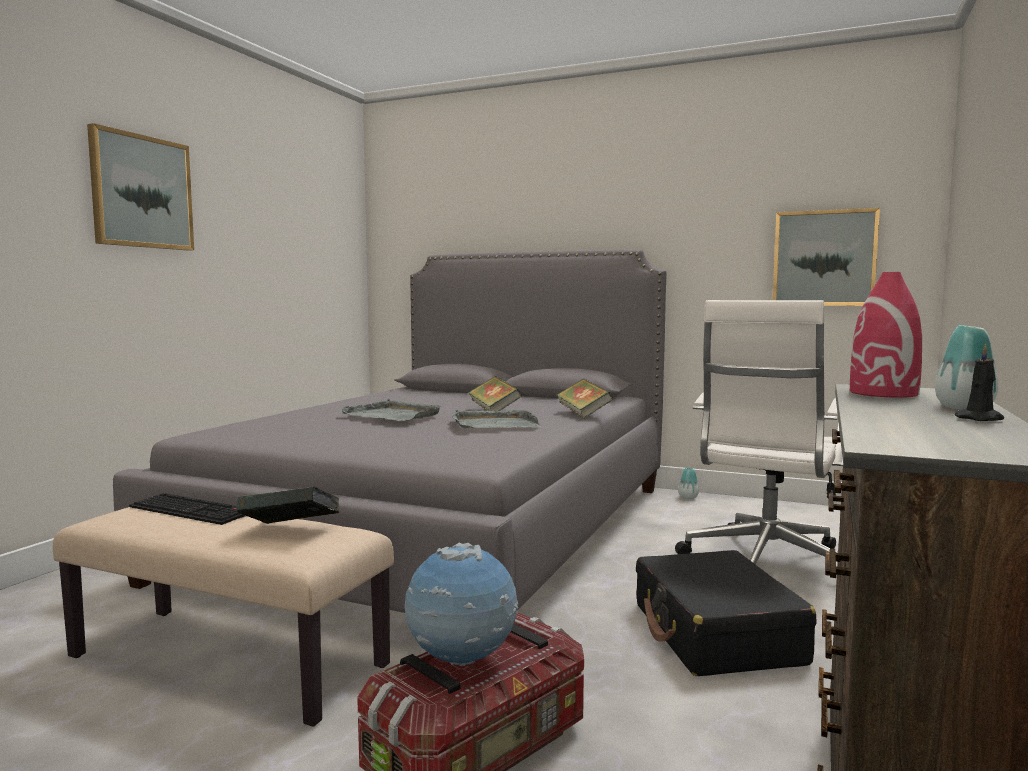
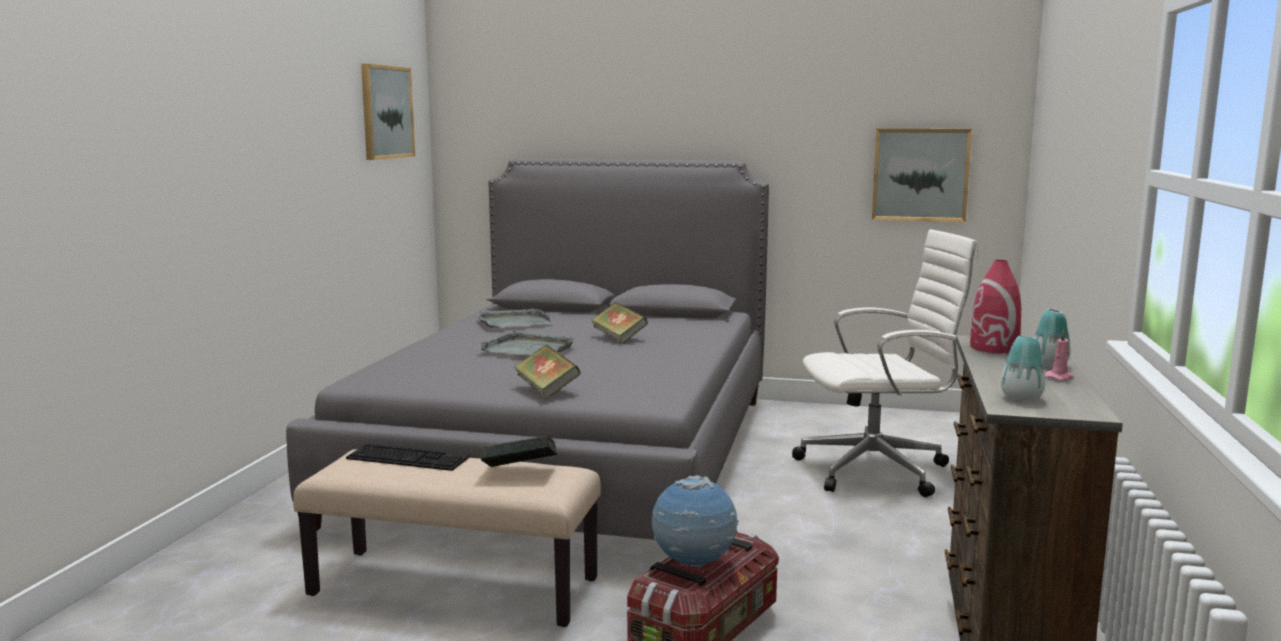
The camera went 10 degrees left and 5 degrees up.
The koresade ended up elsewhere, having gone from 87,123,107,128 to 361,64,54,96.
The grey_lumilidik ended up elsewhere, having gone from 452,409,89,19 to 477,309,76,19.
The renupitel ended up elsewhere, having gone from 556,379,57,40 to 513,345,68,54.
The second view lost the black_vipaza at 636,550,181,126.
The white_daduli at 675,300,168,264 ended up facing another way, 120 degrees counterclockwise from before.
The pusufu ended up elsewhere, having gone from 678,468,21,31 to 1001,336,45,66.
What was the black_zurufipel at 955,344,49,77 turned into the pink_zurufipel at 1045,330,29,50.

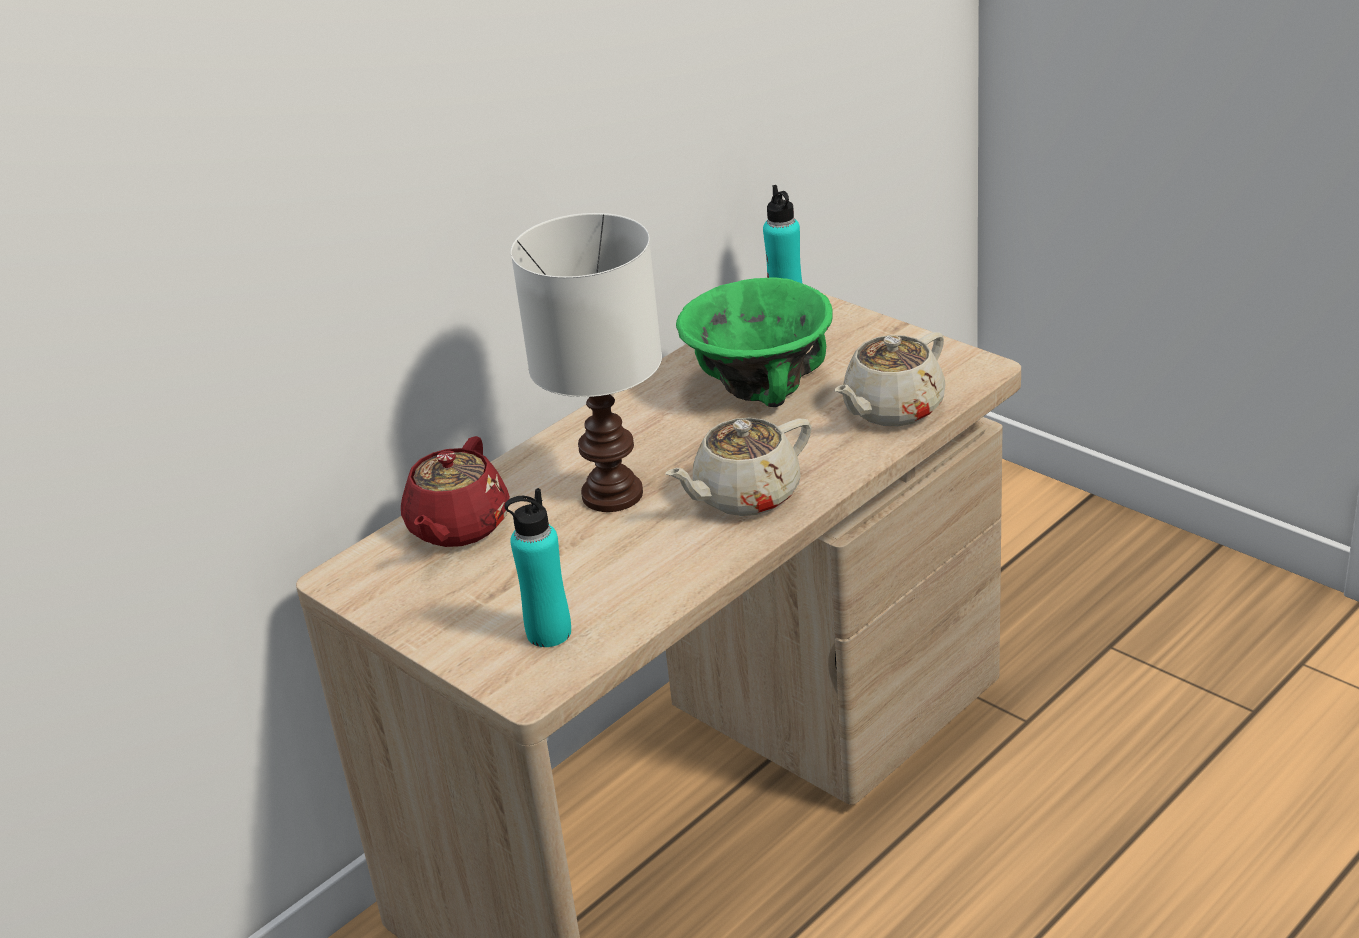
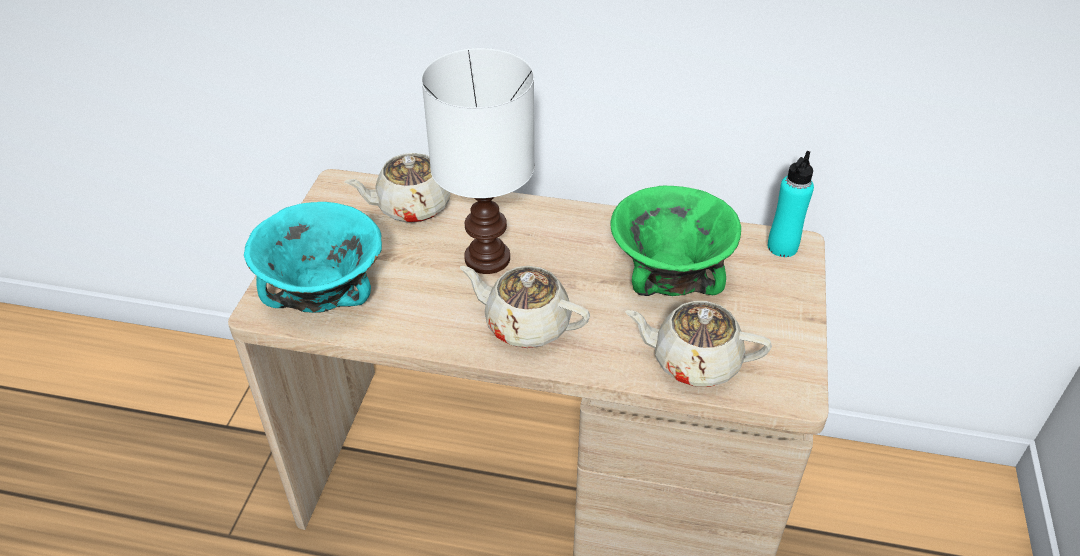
The camera went 55 degrees right and 10 degrees up.
What was the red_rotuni at 401,436,109,111 turned into the beige_rotuni at 344,153,107,70.
Where the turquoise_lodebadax stood at 505,488,66,159, the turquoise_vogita came to stand at 244,202,138,111.

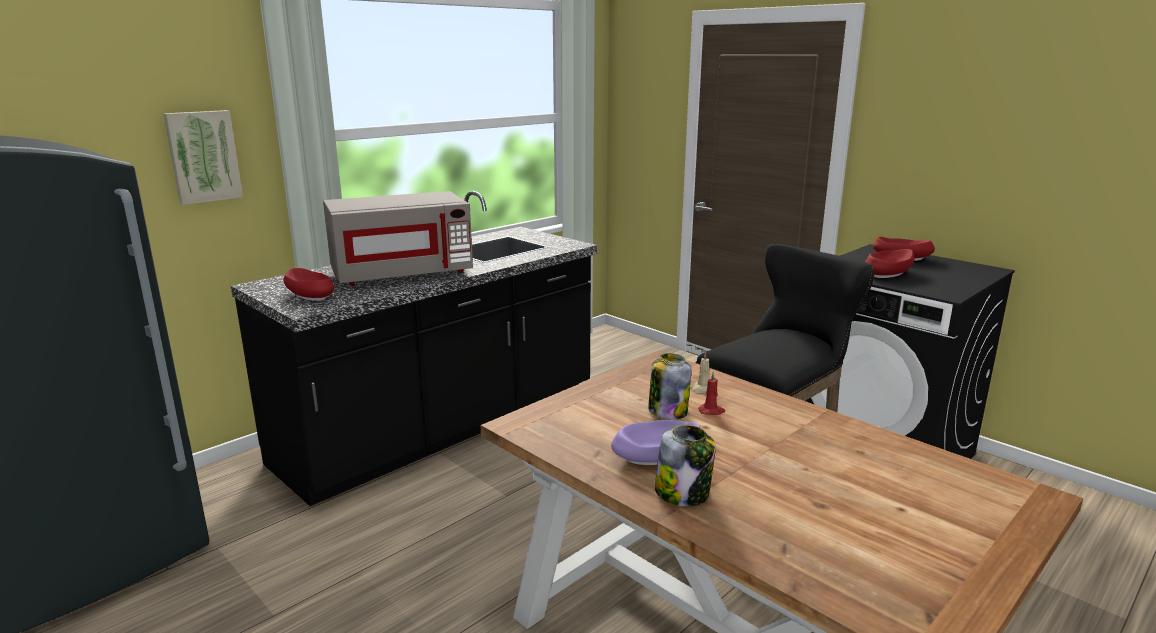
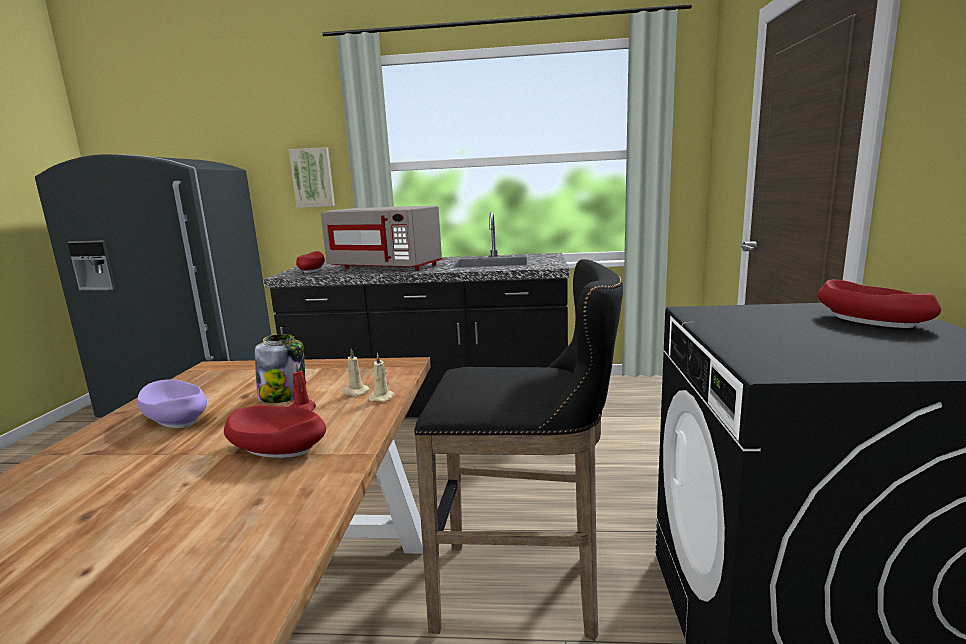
The camera went 50 degrees right and 5 degrees down.
The second view lost the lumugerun at 655,425,61,81.
The red_vogita ended up elsewhere, having gone from 865,249,49,29 to 224,405,102,53.
The second view gained the beige_zurufipel at 368,353,26,49.

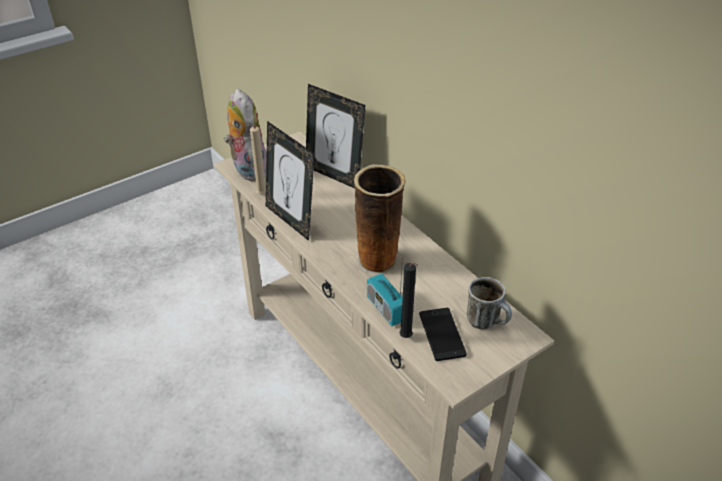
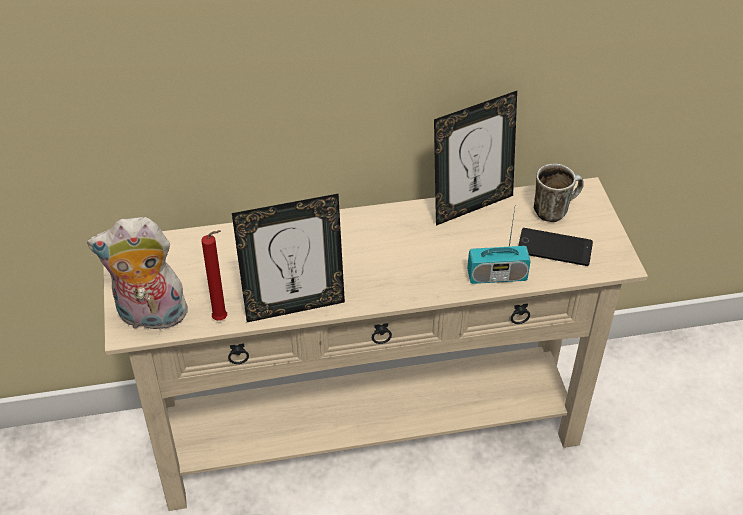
The camera went 65 degrees left and 5 degrees up.
What was the beige_zurufipel at 250,125,16,70 turned into the red_zurufipel at 202,230,25,91.
The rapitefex ended up elsewhere, having gone from 306,84,59,104 to 434,91,83,134.
The second view lost the pusufu at 354,164,51,111.
The second view lost the black_zurufipel at 399,263,19,75.

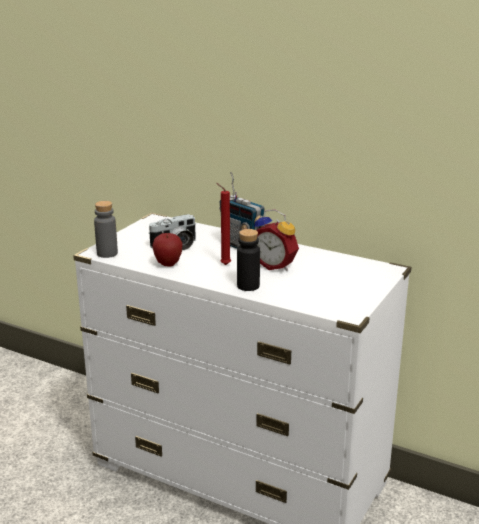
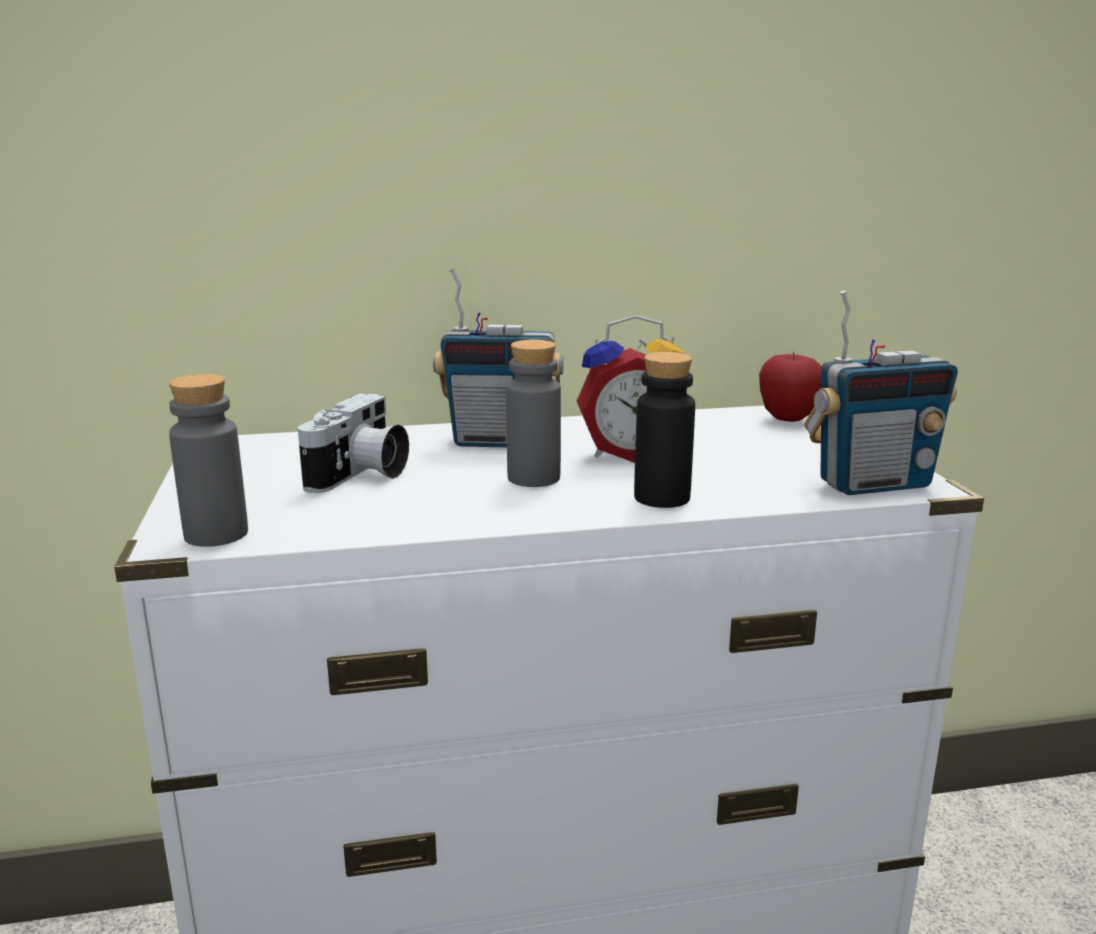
The camera went 40 degrees left and 5 degrees down.
The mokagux ended up elsewhere, having gone from 152,233,31,33 to 759,352,62,70.
Where the red_zurufipel stood at 217,183,14,82, the grey_lodebadax came to stand at 506,340,55,147.
The second view gained the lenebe at 804,290,154,205.

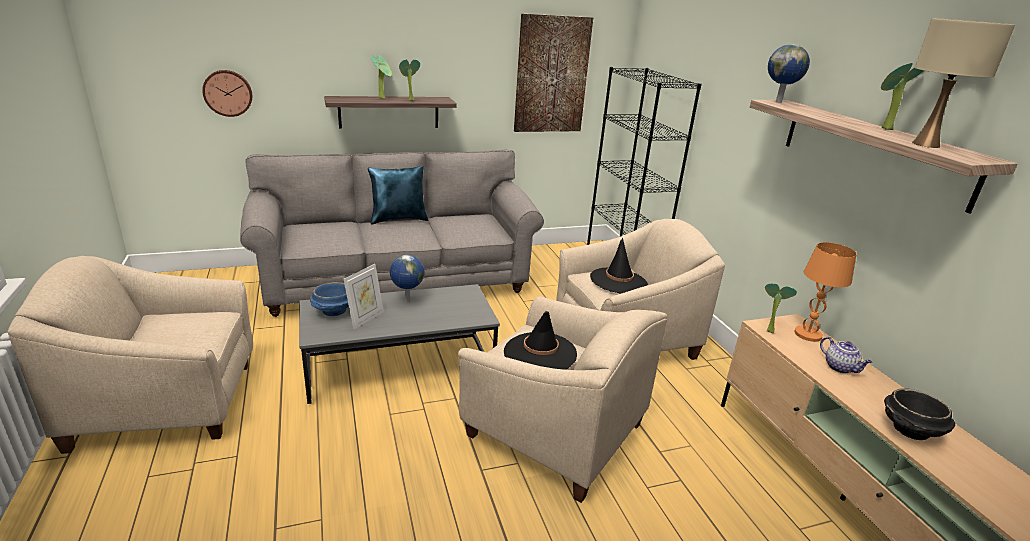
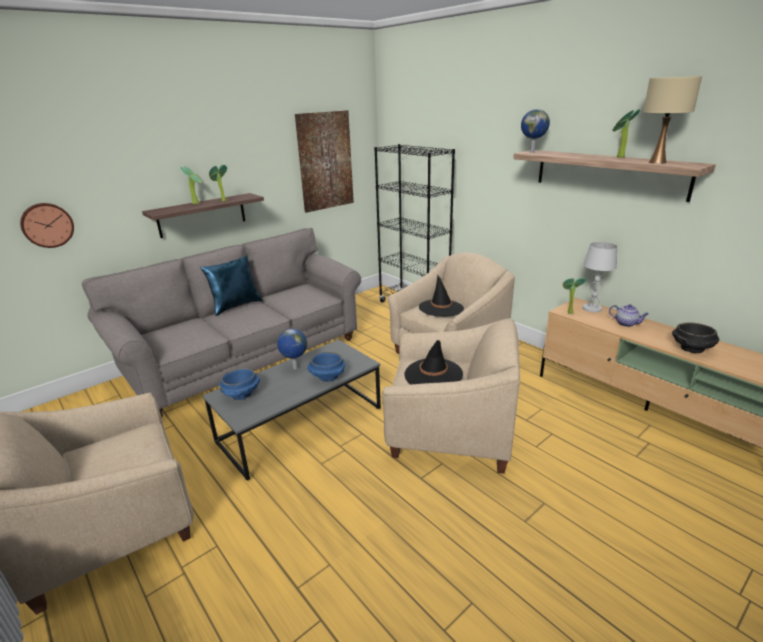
The camera went 20 degrees left and 0 degrees up.
The second view lost the rapitefex at 344,264,40,66.
What was the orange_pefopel at 794,242,62,100 turned into the white_pefopel at 583,242,34,71.
The second view gained the blue_vogita at 308,352,37,30.

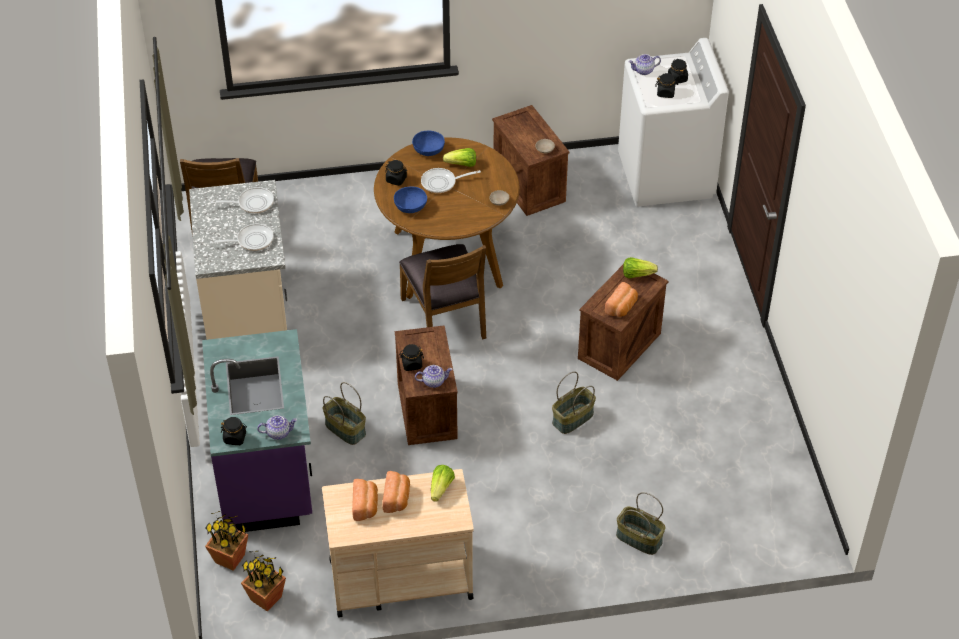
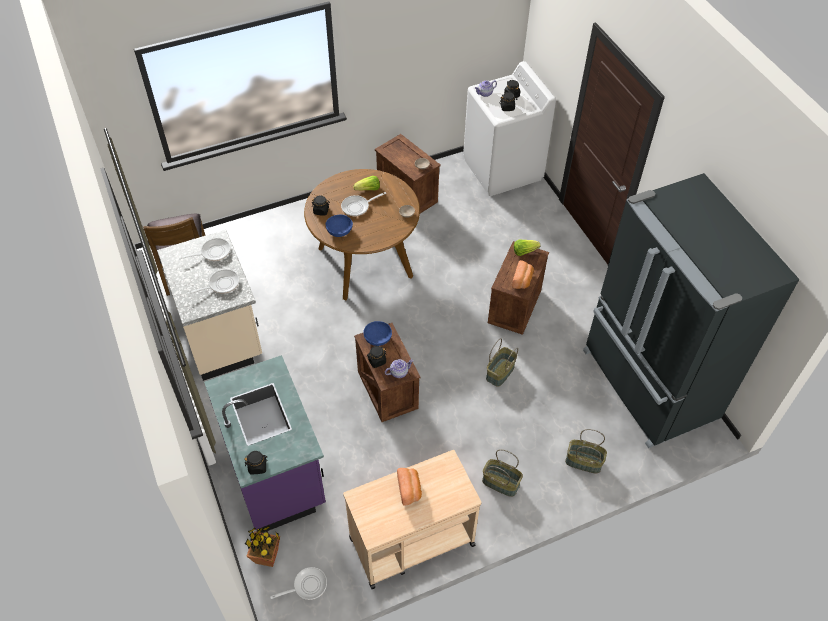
The camera went 15 degrees left and 5 degrees up.
Where the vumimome stood at 241,551,45,60, the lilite came to stand at 270,567,57,33.
The second view lost the rotuni at 257,415,40,25.
The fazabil ended up elsewhere, having gone from 323,382,43,63 to 482,449,41,48.
The second view lost the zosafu at 352,479,26,42.
The second view lost the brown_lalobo at 399,244,87,95.
The blue_vogita ended up elsewhere, having gone from 412,130,33,26 to 363,321,29,25.
The second view lost the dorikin at 431,465,24,37.
The second view gained the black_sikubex at 583,173,217,275.

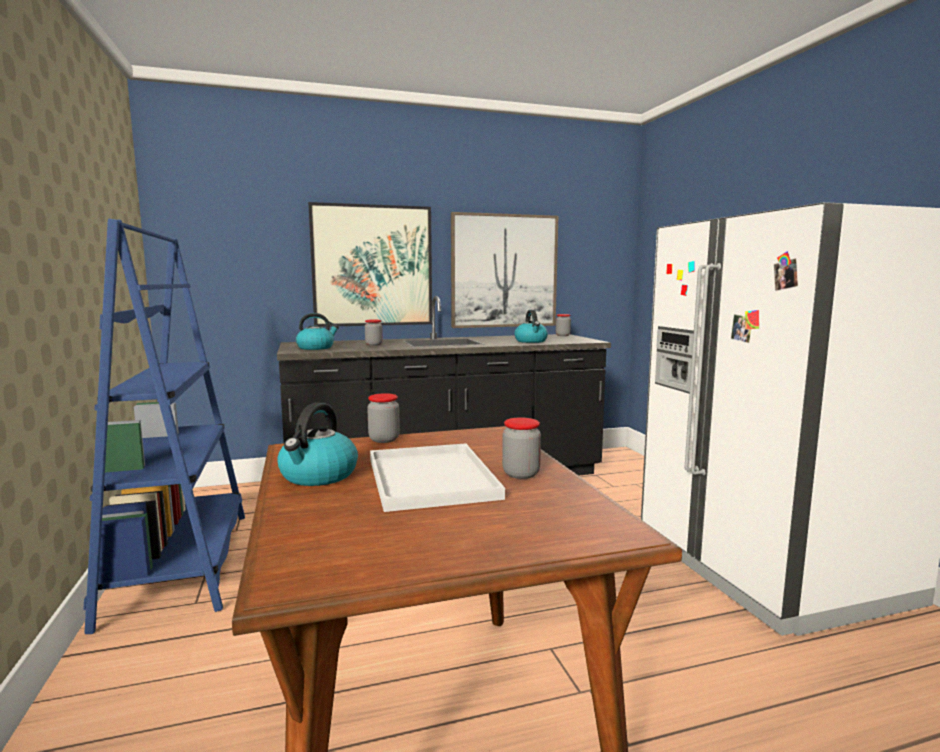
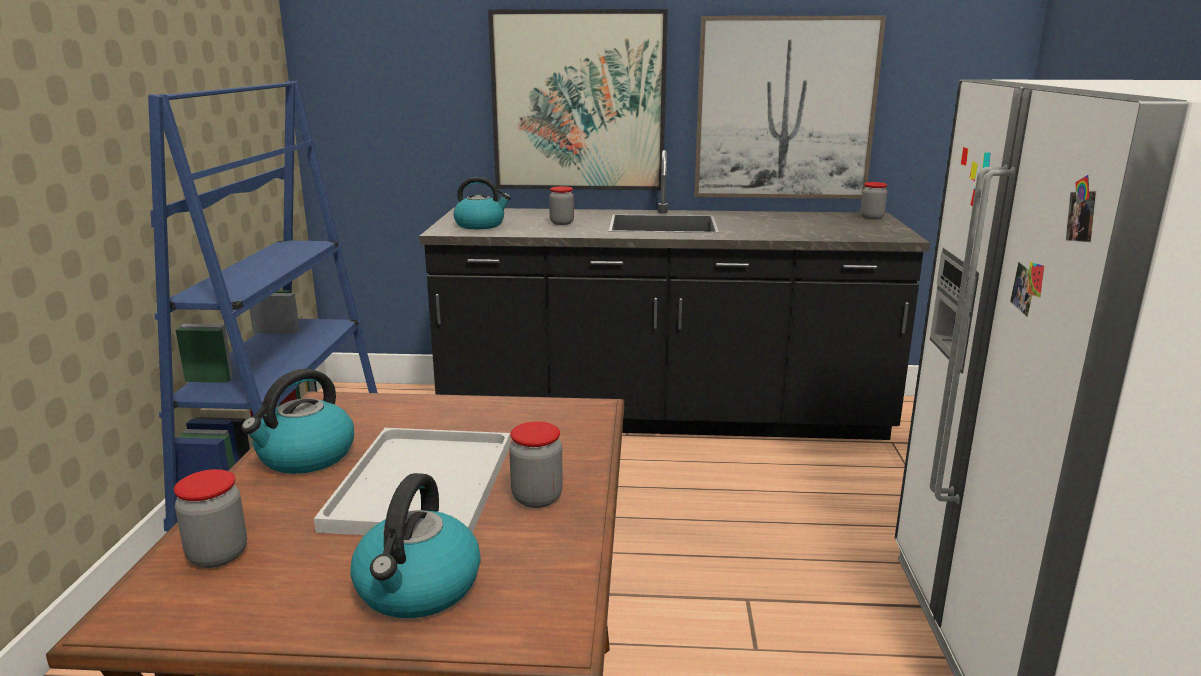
The camera went 20 degrees right and 10 degrees up.
The lumugerun ended up elsewhere, having gone from 367,393,33,50 to 174,469,73,99.
The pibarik ended up elsewhere, having gone from 514,310,34,33 to 350,473,131,145.

